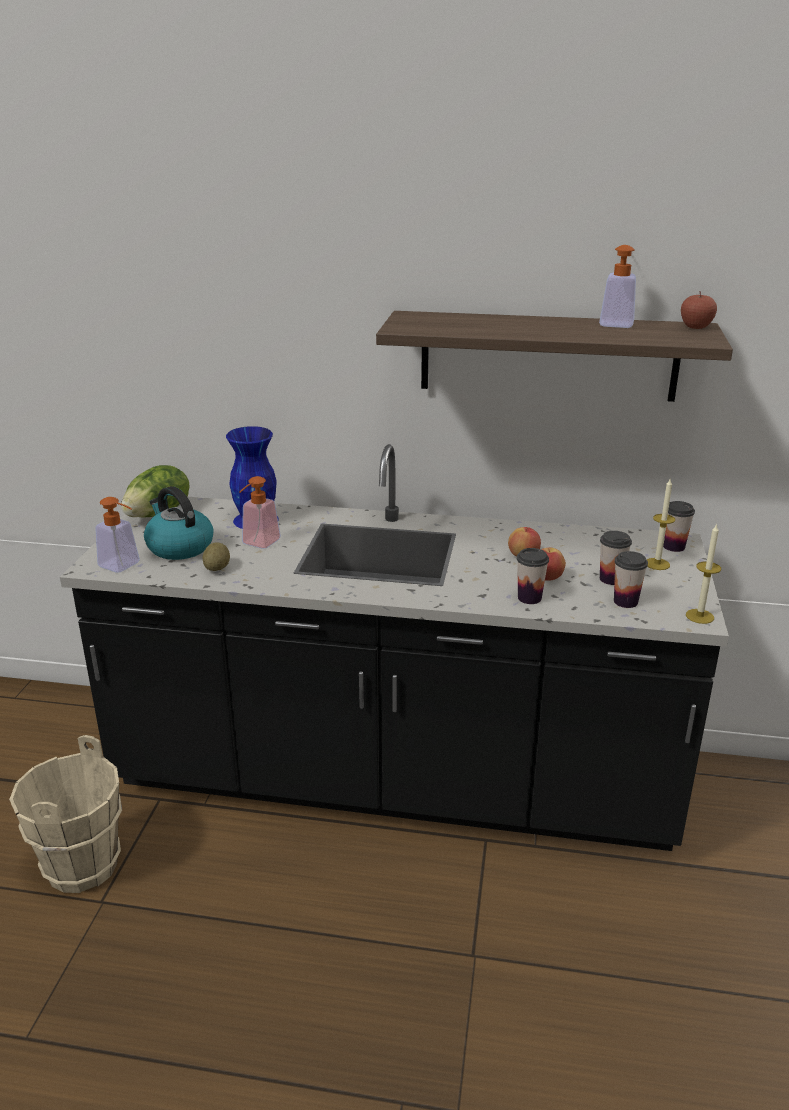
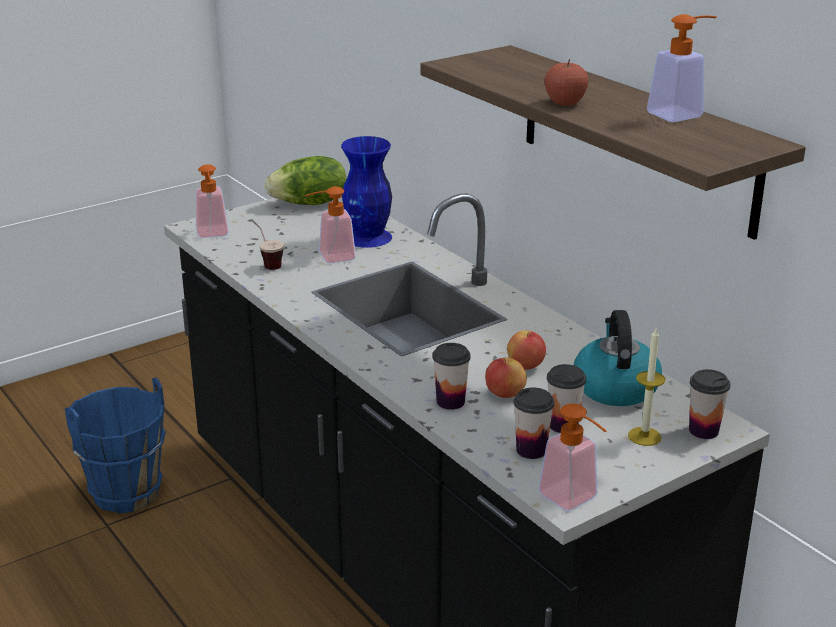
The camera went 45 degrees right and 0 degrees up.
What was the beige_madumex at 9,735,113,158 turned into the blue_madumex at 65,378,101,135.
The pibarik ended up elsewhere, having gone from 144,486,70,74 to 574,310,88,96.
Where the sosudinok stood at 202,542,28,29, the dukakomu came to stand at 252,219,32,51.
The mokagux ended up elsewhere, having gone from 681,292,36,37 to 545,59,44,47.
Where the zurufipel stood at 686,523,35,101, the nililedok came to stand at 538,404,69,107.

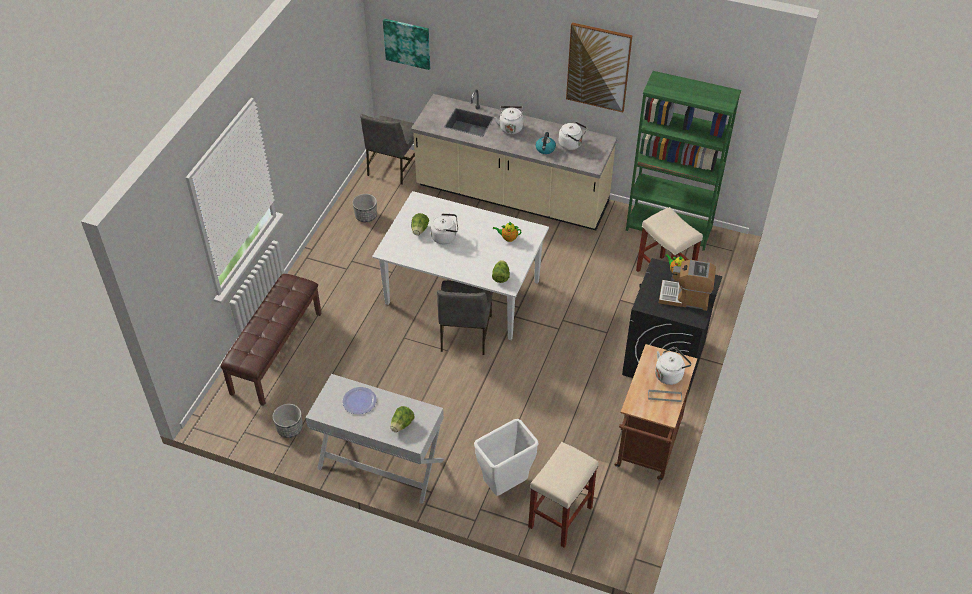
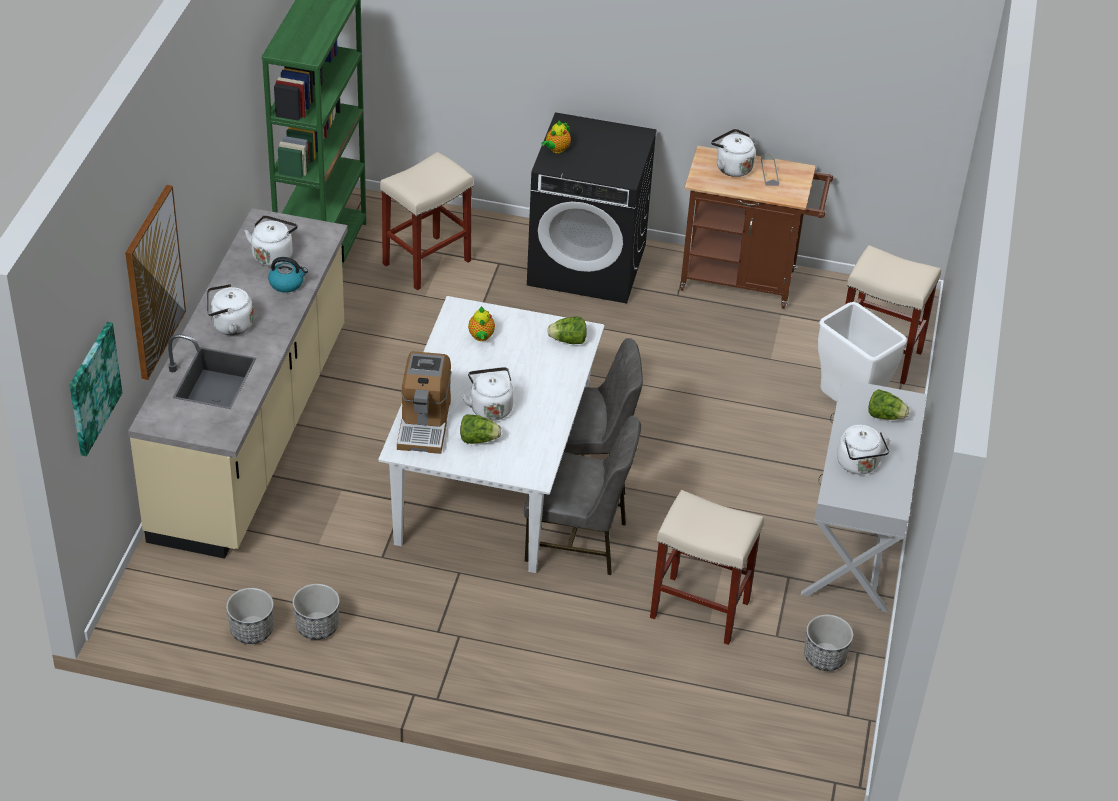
The camera went 100 degrees left and 5 degrees down.
The second view lost the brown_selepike at 220,274,101,132.
Where the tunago stood at 342,387,34,27, the white_pibarik came to stand at 837,425,54,49.
The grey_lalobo ended up elsewhere, having gone from 360,114,55,71 to 524,416,117,159.
The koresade ended up elsewhere, having gone from 566,22,66,90 to 125,185,61,195.
The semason ended up elsewhere, having gone from 659,260,57,51 to 397,351,54,103.
The second view gained the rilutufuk at 226,588,48,56.
The second view gained the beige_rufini at 650,490,114,155.

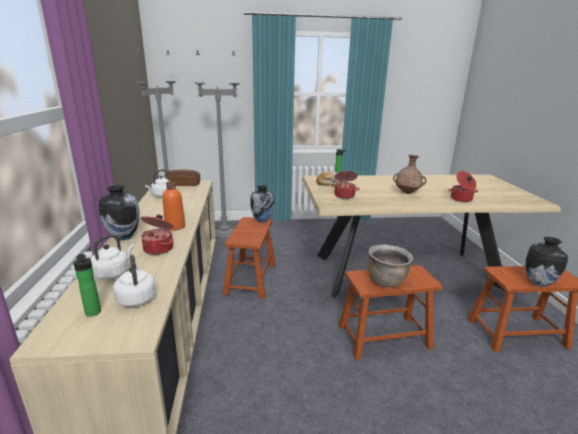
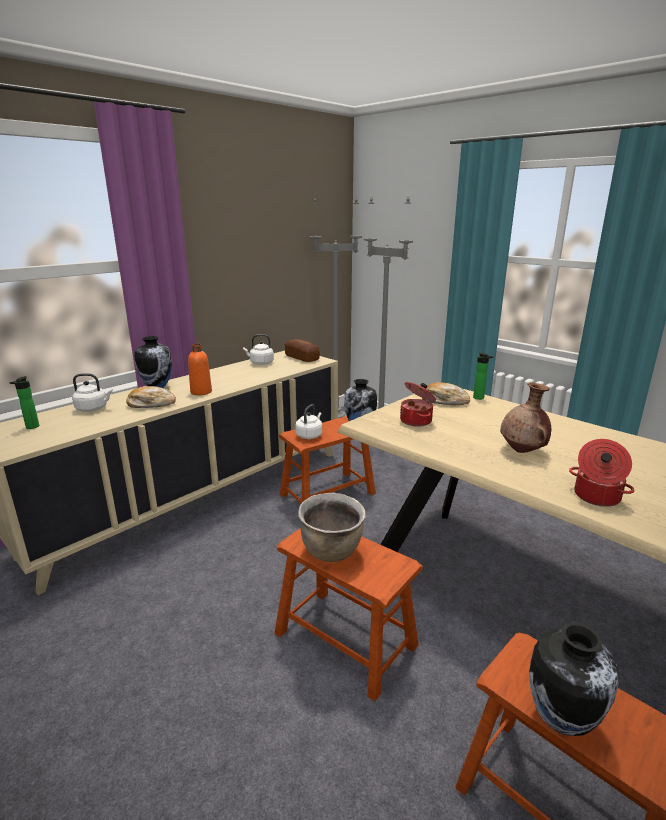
The camera went 50 degrees right and 0 degrees up.
The white_pibarik ended up elsewhere, having gone from 113,255,43,52 to 296,404,26,35.
Where the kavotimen stood at 141,215,33,40, the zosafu came to stand at 126,386,50,22.

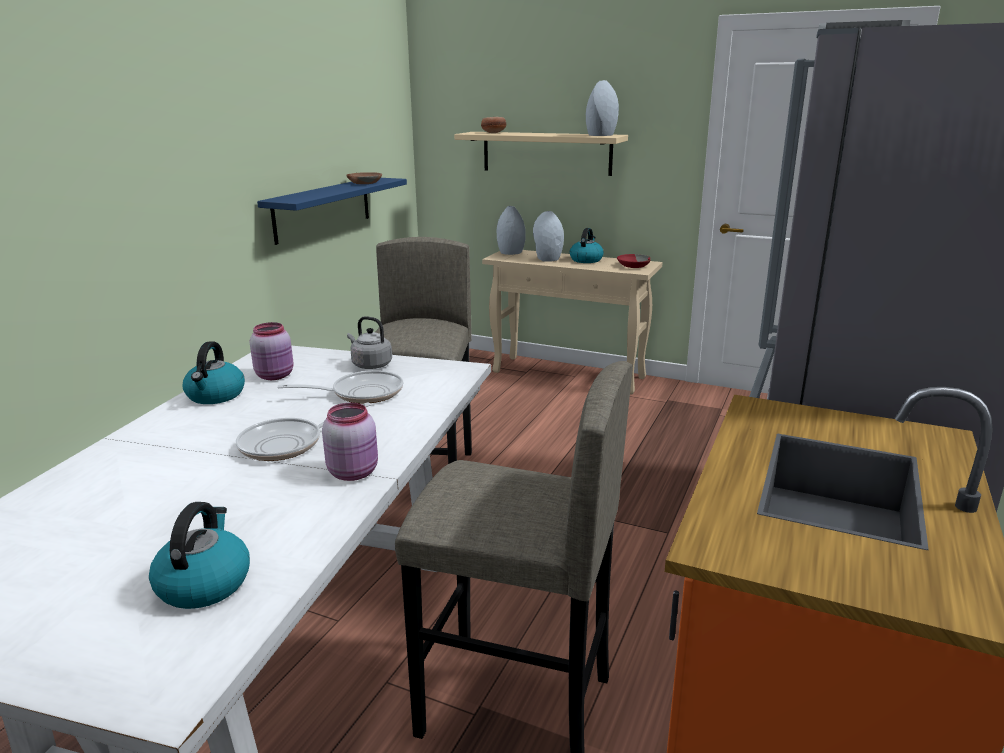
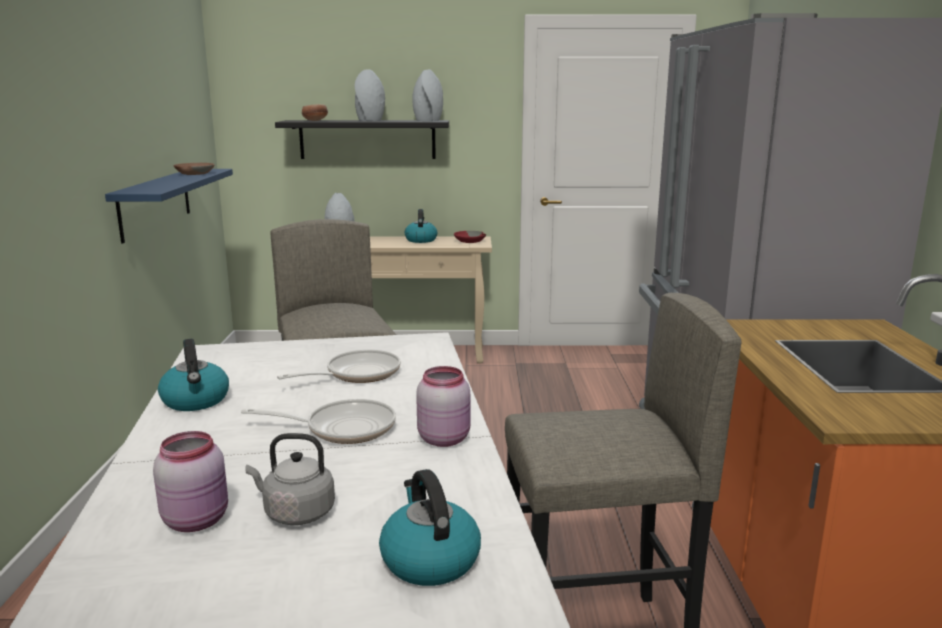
The camera went 25 degrees left and 5 degrees down.
The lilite at 236,402,135,59 ended up facing another way, 120 degrees counterclockwise from before.
The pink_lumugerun ended up elsewhere, having gone from 250,322,44,58 to 153,431,75,101.
The grey_pibarik ended up elsewhere, having gone from 347,316,45,53 to 245,433,90,92.
What was the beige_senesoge at 454,132,174,44 turned into the black_senesoge at 275,120,174,39.
The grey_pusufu ended up elsewhere, having gone from 533,211,31,51 to 355,70,30,51.

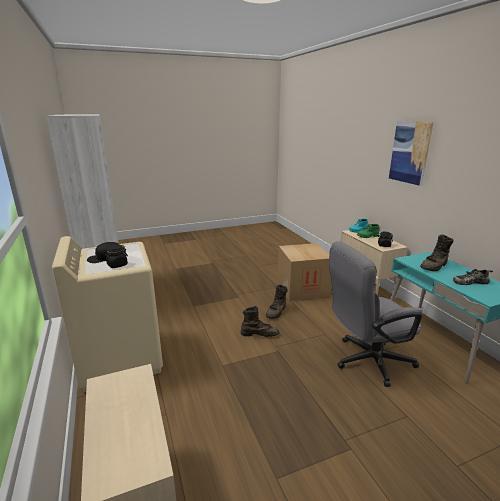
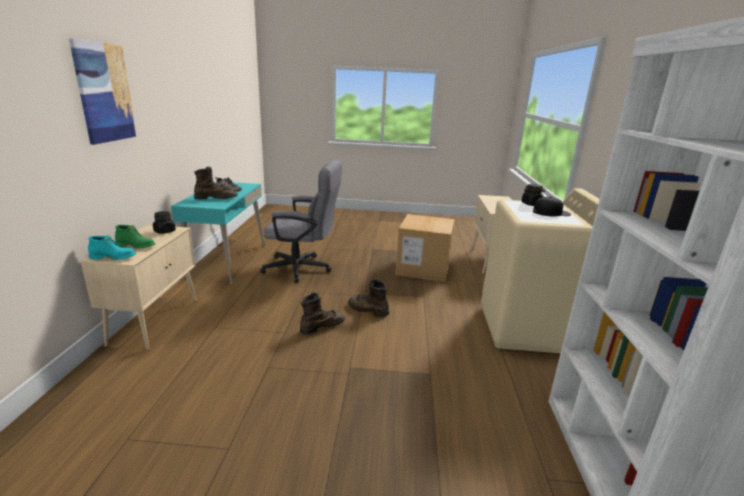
The camera went 155 degrees left and 0 degrees up.
The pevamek ended up elsewhere, having gone from 278,243,53,58 to 395,214,60,68.

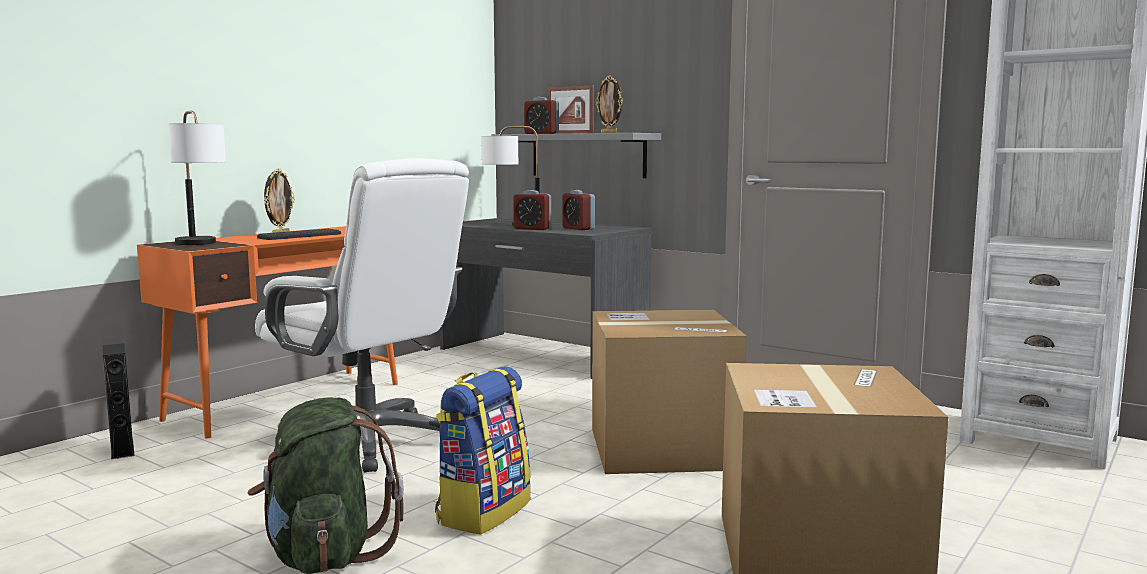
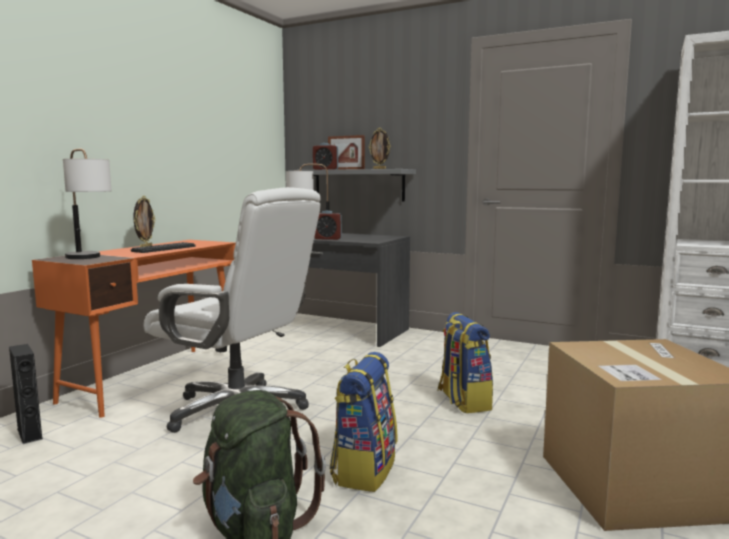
The camera went 10 degrees left and 0 degrees up.
The second view lost the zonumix at 562,190,33,40.
Where the pevamek stood at 592,310,155,164, the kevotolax came to stand at 437,312,56,101.

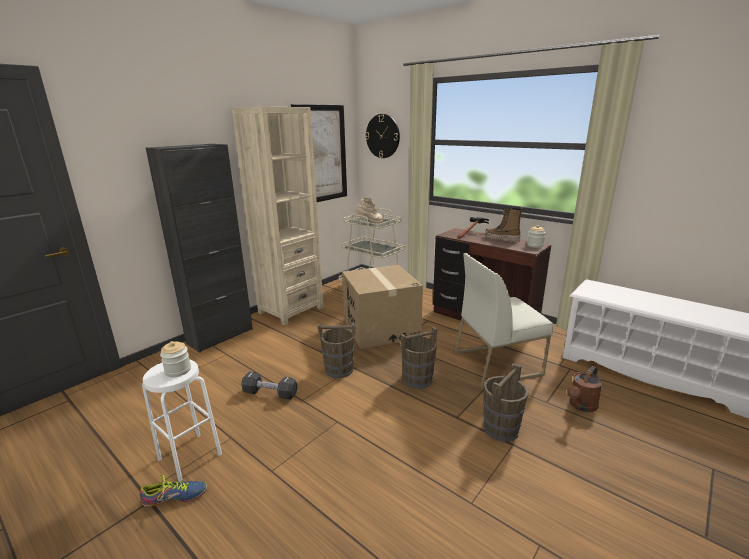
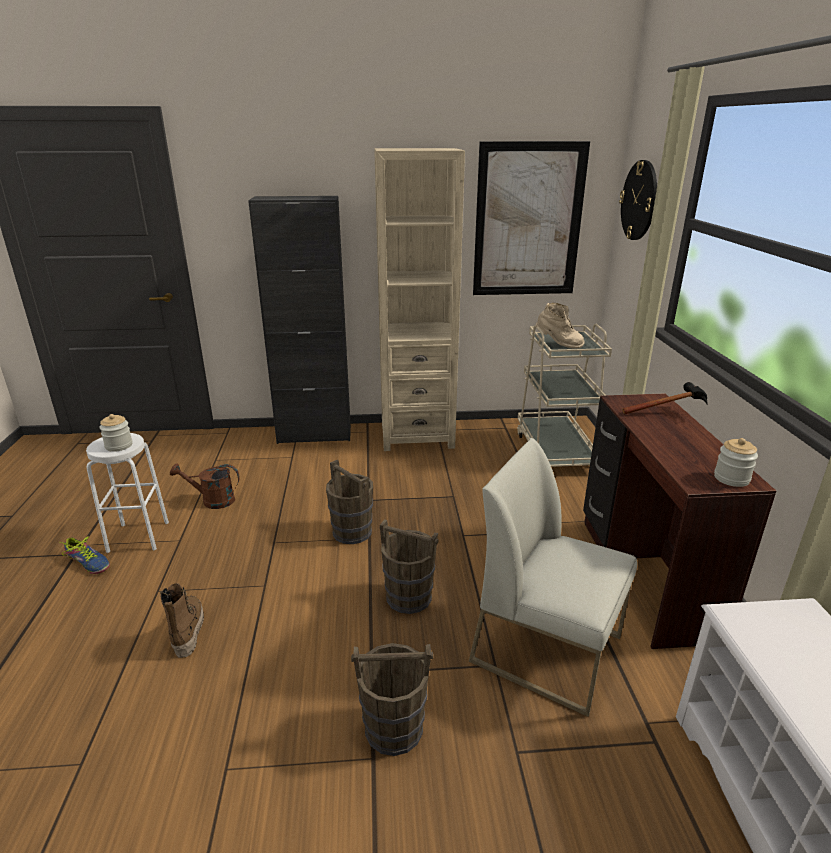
The camera went 45 degrees right and 5 degrees up.
The second view lost the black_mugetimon at 241,372,56,28.
The second view lost the pevamek at 342,265,81,84.
The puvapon ended up elsewhere, having gone from 485,207,38,35 to 160,583,44,75.
The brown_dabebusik ended up elsewhere, having gone from 567,366,35,46 to 170,464,70,45.

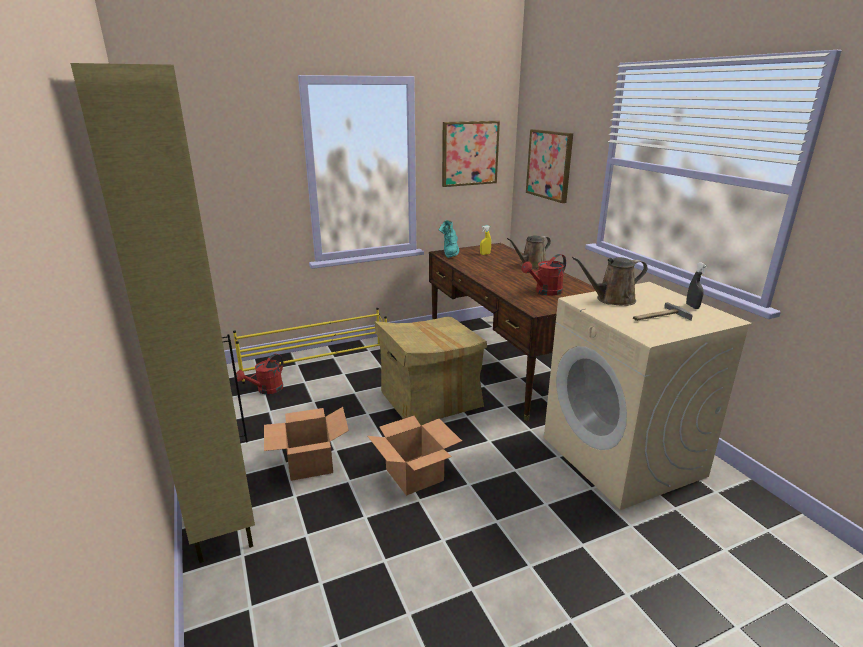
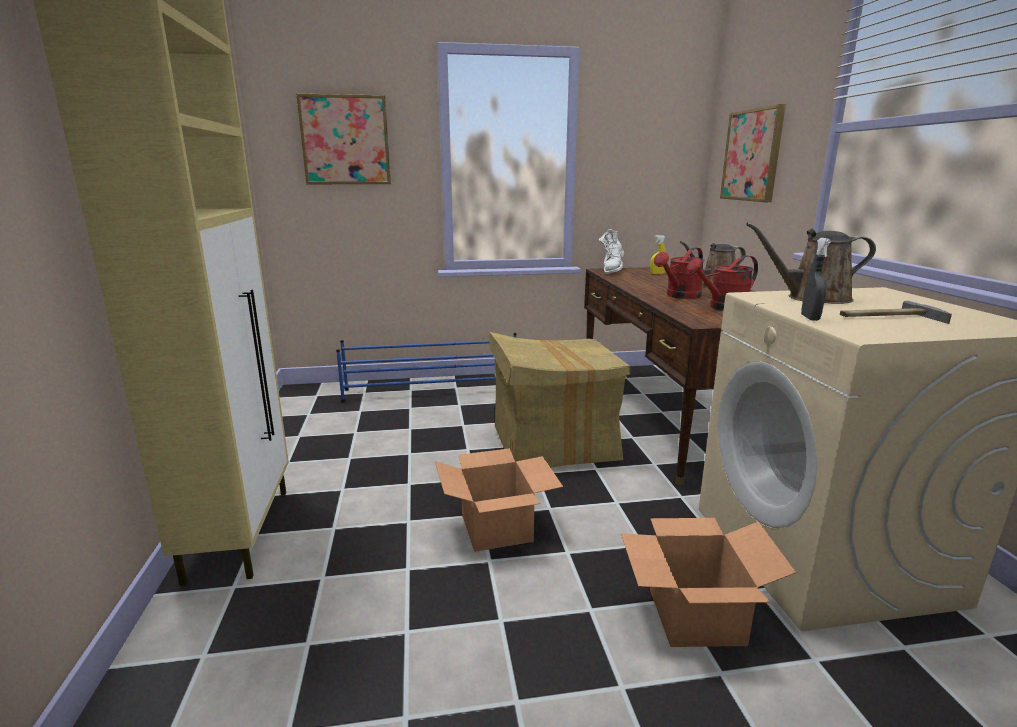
The camera went 15 degrees right and 5 degrees down.
What was the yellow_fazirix at 233,308,154,76 turned into the blue_fazirix at 336,333,180,69.
The red_dabebusik ended up elsewhere, having gone from 236,354,47,40 to 654,247,50,52.
The pevamek ended up elsewhere, having gone from 264,407,85,74 to 621,518,175,129.
What was the turquoise_puvapon at 439,220,20,38 turned into the white_puvapon at 598,229,26,45.
The koresade ended up elsewhere, having gone from 442,121,58,66 to 296,93,95,91.
The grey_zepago ended up elsewhere, having gone from 686,262,21,47 to 801,238,30,83.

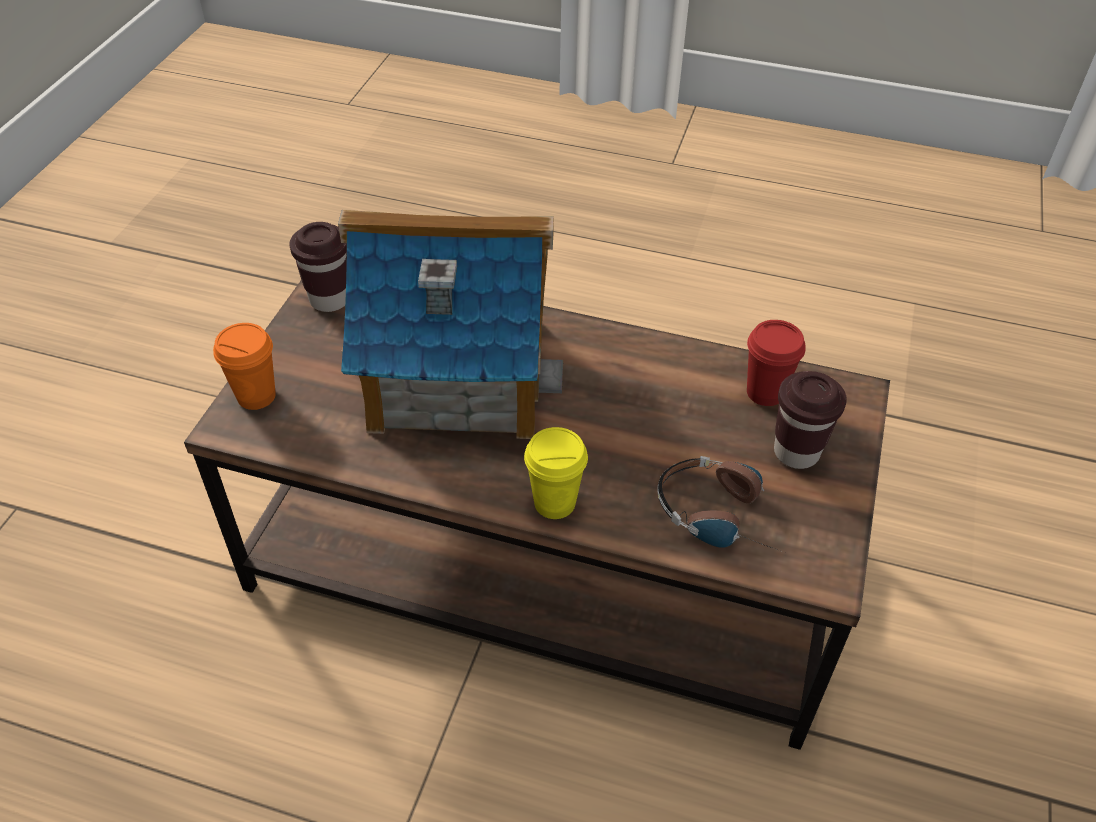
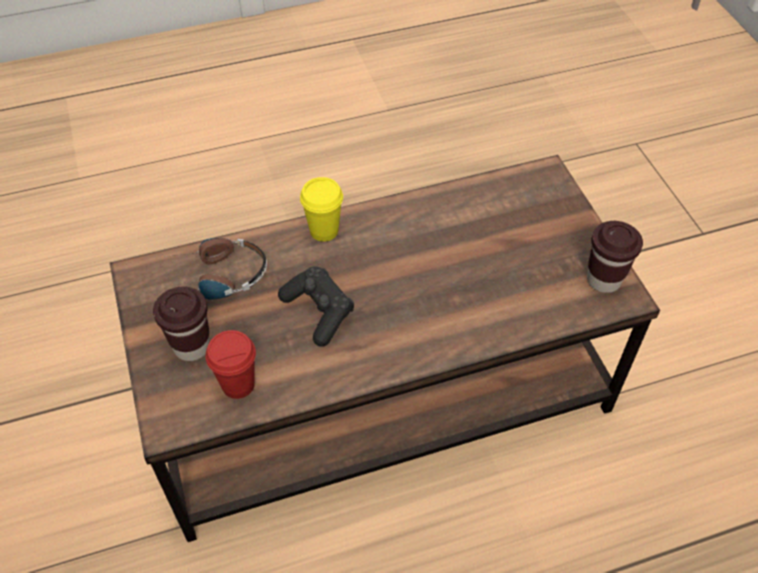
The camera went 145 degrees right and 5 degrees up.
The second view lost the orange_dukakomu at 213,323,63,87.
The second view lost the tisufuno at 338,210,225,229.
The second view gained the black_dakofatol at 278,266,76,81.

